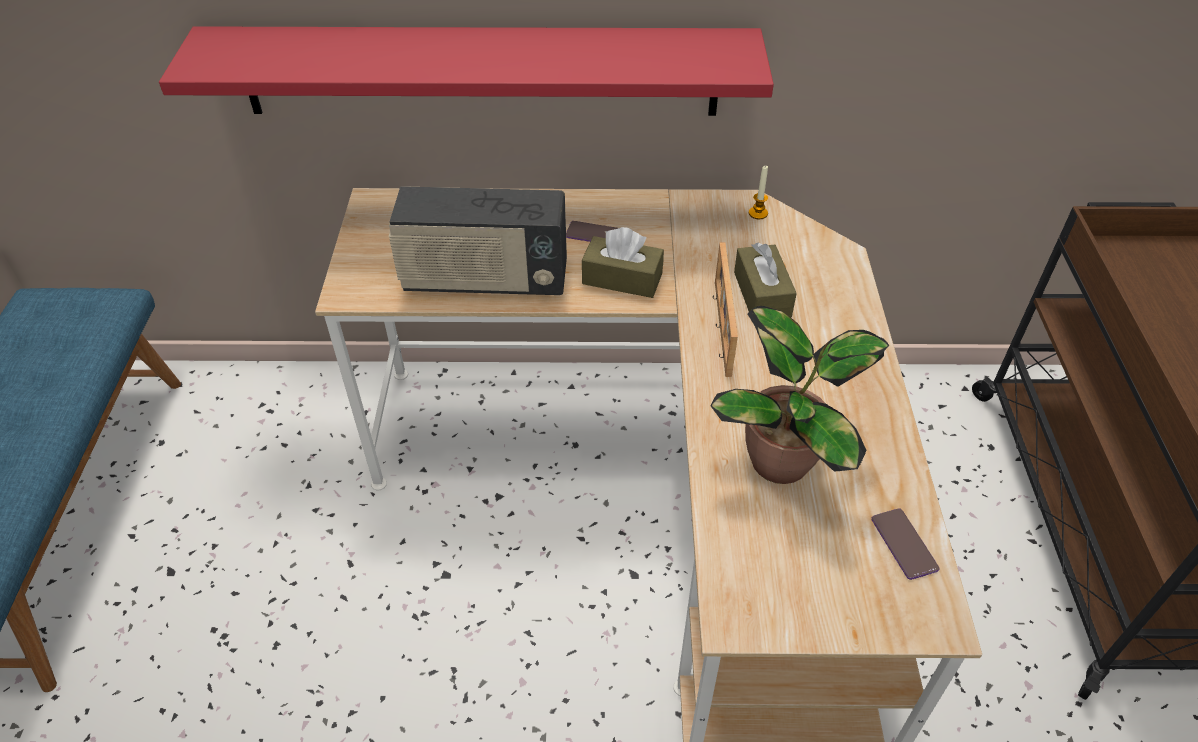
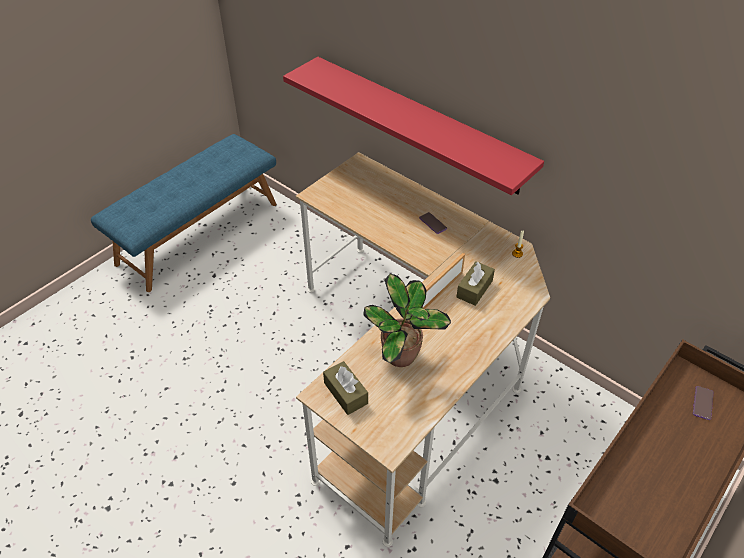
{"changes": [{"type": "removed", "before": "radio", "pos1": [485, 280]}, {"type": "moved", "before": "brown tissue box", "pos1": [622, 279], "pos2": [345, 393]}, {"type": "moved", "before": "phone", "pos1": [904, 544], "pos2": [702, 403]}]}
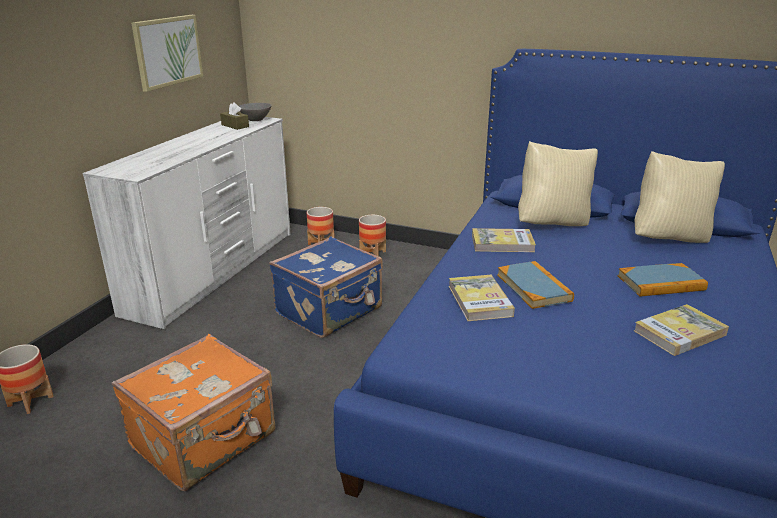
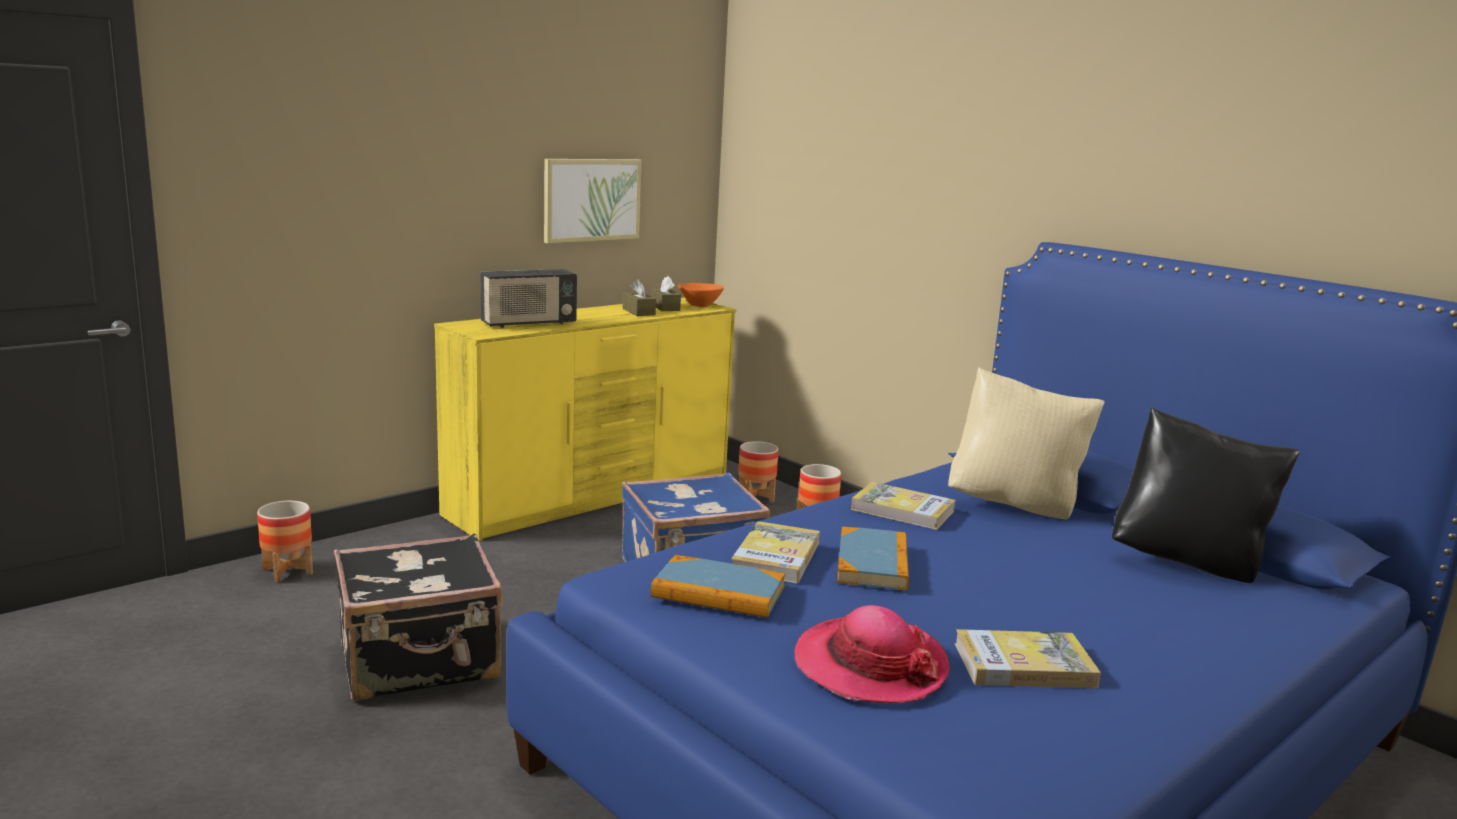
{"changes": [{"type": "recoloured", "before": "grey bowl", "after": "orange bowl", "pos1": [255, 119], "pos2": [699, 305]}, {"type": "recoloured", "before": "white dresser", "after": "yellow dresser", "pos1": [215, 271], "pos2": [594, 496]}, {"type": "recoloured", "before": "beige pillow", "after": "black pillow", "pos1": [669, 238], "pos2": [1189, 564]}, {"type": "moved", "before": "book", "pos1": [661, 283], "pos2": [718, 592]}, {"type": "recoloured", "before": "orange suitcase", "after": "black suitcase", "pos1": [205, 440], "pos2": [420, 662]}, {"type": "added", "after": "radio", "pos2": [528, 324]}, {"type": "added", "after": "brown tissue box", "pos2": [638, 312]}, {"type": "added", "after": "hat", "pos2": [870, 665]}]}
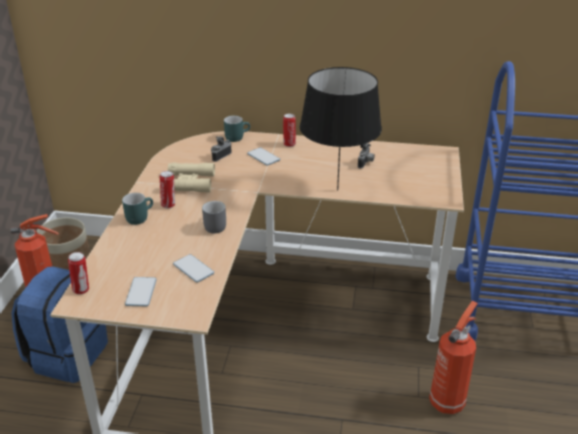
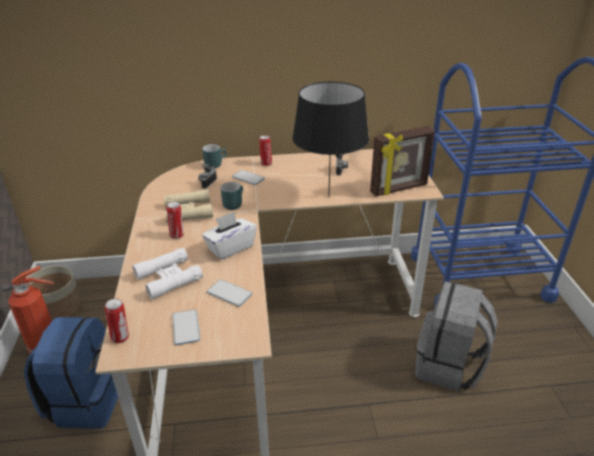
{"changes": [{"type": "moved", "before": "turquoise mug", "pos1": [139, 217], "pos2": [233, 203]}, {"type": "replaced", "before": "grey mug", "after": "white tissue box", "pos1": [214, 225], "pos2": [230, 248]}, {"type": "replaced", "before": "fire extinguisher", "after": "grey backpack", "pos1": [447, 401], "pos2": [449, 366]}, {"type": "added", "after": "picture frame", "pos2": [399, 189]}, {"type": "added", "after": "white binoculars", "pos2": [168, 278]}]}
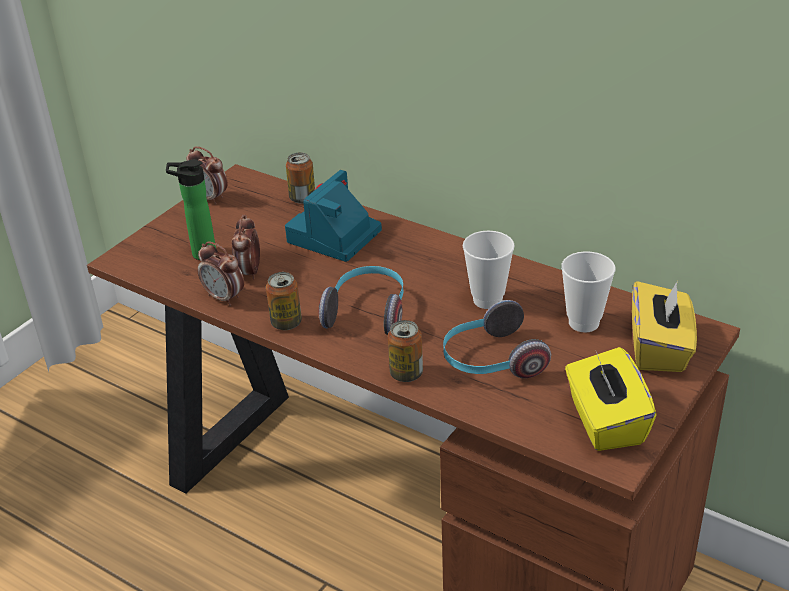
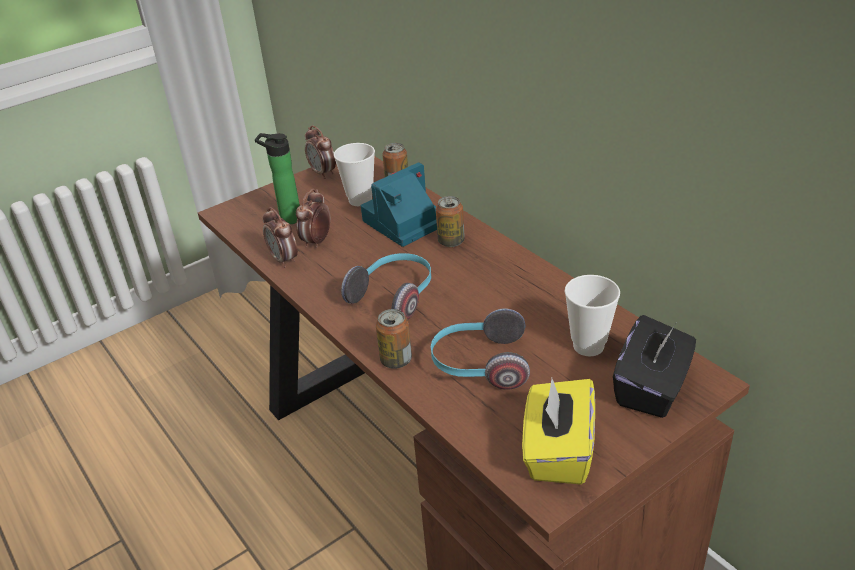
{"changes": [{"type": "moved", "before": "cup", "pos1": [487, 300], "pos2": [360, 200]}, {"type": "moved", "before": "can", "pos1": [286, 323], "pos2": [451, 241]}, {"type": "recoloured", "before": "yellow tissue box", "after": "black tissue box", "pos1": [659, 348], "pos2": [652, 388]}]}
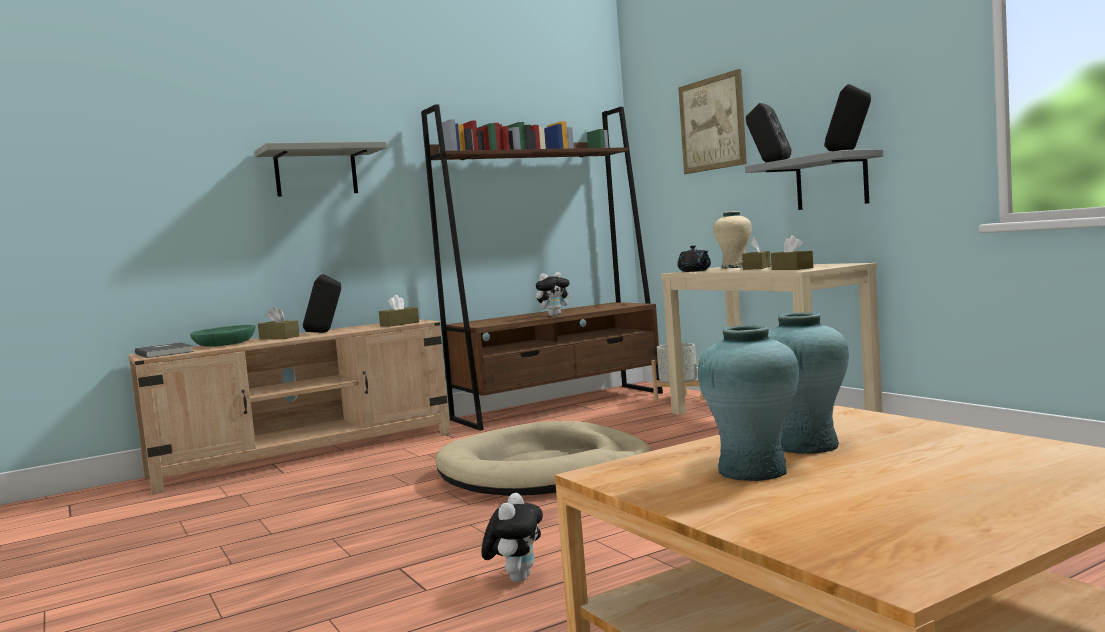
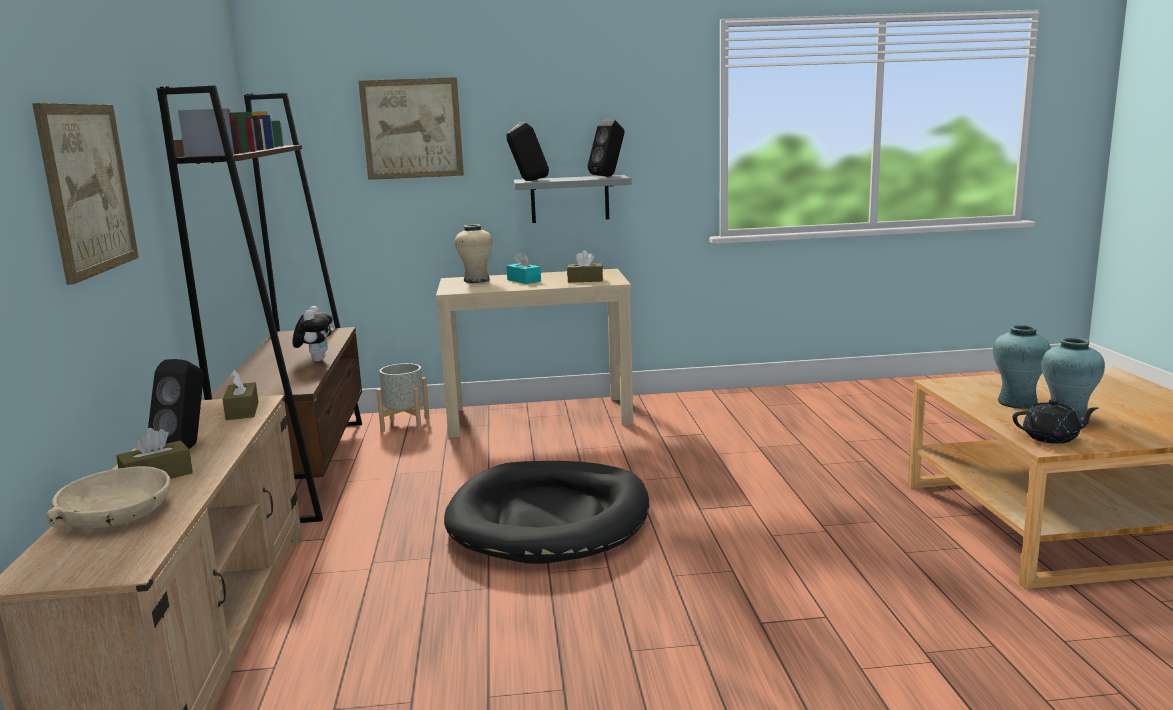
{"changes": [{"type": "replaced", "before": "grey shelf", "after": "picture", "pos1": [316, 172], "pos2": [88, 189]}, {"type": "recoloured", "before": "brown tissue box", "after": "turquoise tissue box", "pos1": [757, 268], "pos2": [524, 280]}, {"type": "moved", "before": "black teapot", "pos1": [694, 271], "pos2": [1051, 438]}, {"type": "recoloured", "before": "green bowl", "after": "beige bowl", "pos1": [223, 344], "pos2": [116, 514]}, {"type": "removed", "before": "grey book", "pos1": [165, 352]}, {"type": "recoloured", "before": "beige dog bed", "after": "black dog bed", "pos1": [544, 470], "pos2": [549, 518]}, {"type": "removed", "before": "plush toy", "pos1": [516, 578]}]}
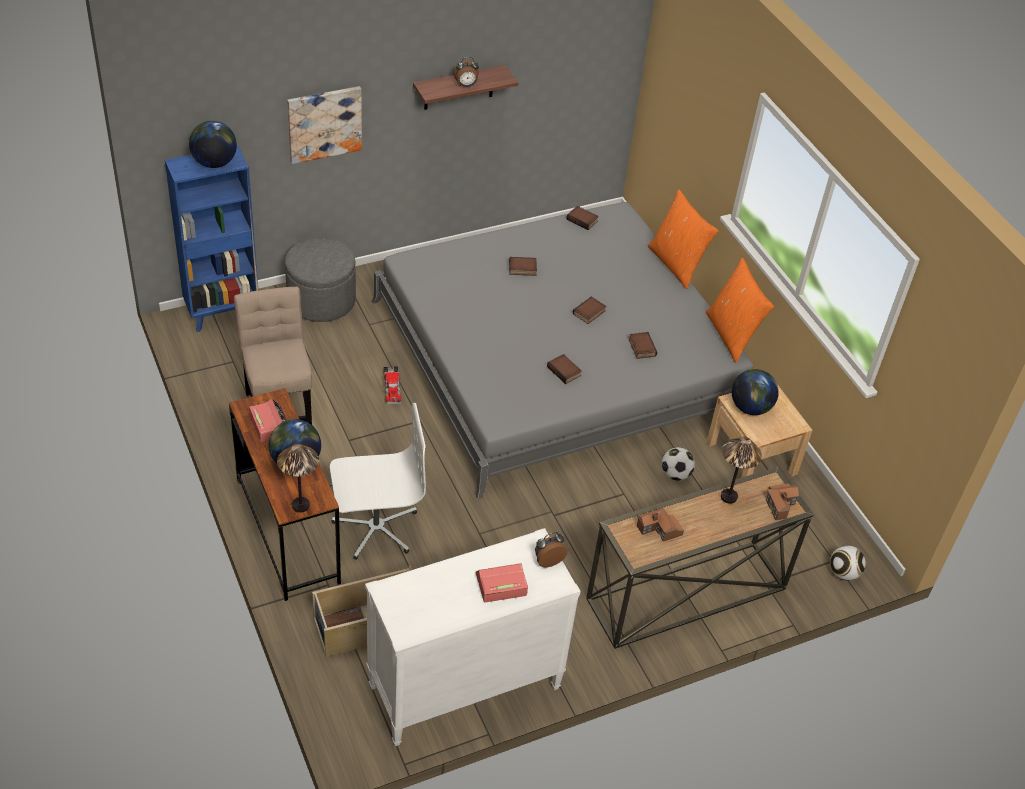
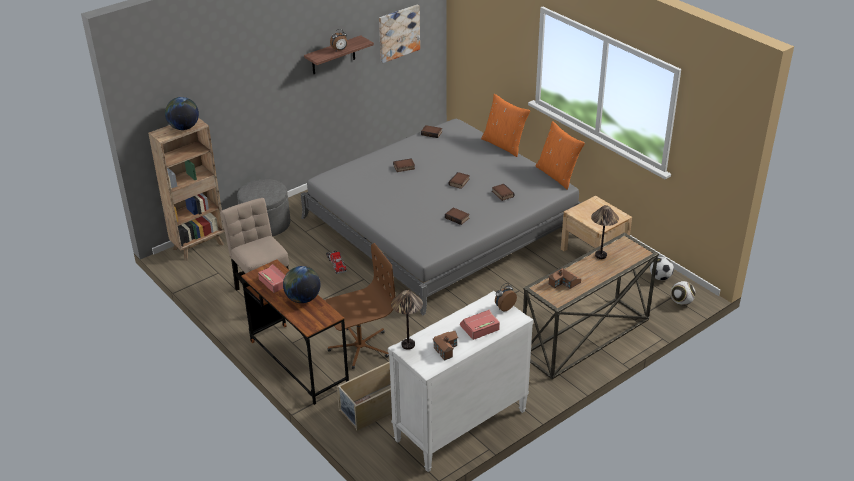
{"changes": [{"type": "moved", "before": "picture", "pos1": [324, 123], "pos2": [398, 33]}, {"type": "recoloured", "before": "blue bookcase", "after": "brown bookcase", "pos1": [223, 313], "pos2": [199, 246]}, {"type": "removed", "before": "globe", "pos1": [750, 407]}, {"type": "recoloured", "before": "white office chair", "after": "brown office chair", "pos1": [375, 527], "pos2": [359, 347]}, {"type": "moved", "before": "table lamp", "pos1": [300, 505], "pos2": [407, 345]}, {"type": "moved", "before": "football", "pos1": [675, 474], "pos2": [660, 277]}, {"type": "moved", "before": "toy house", "pos1": [780, 504], "pos2": [445, 348]}]}
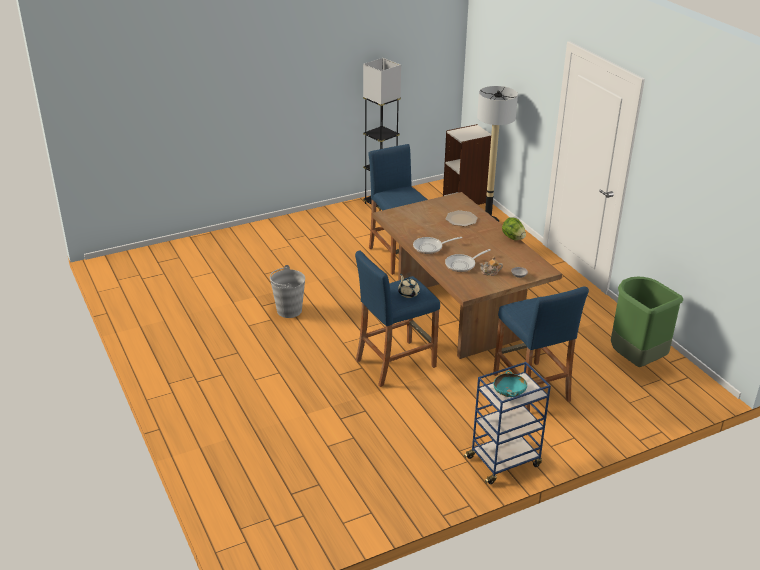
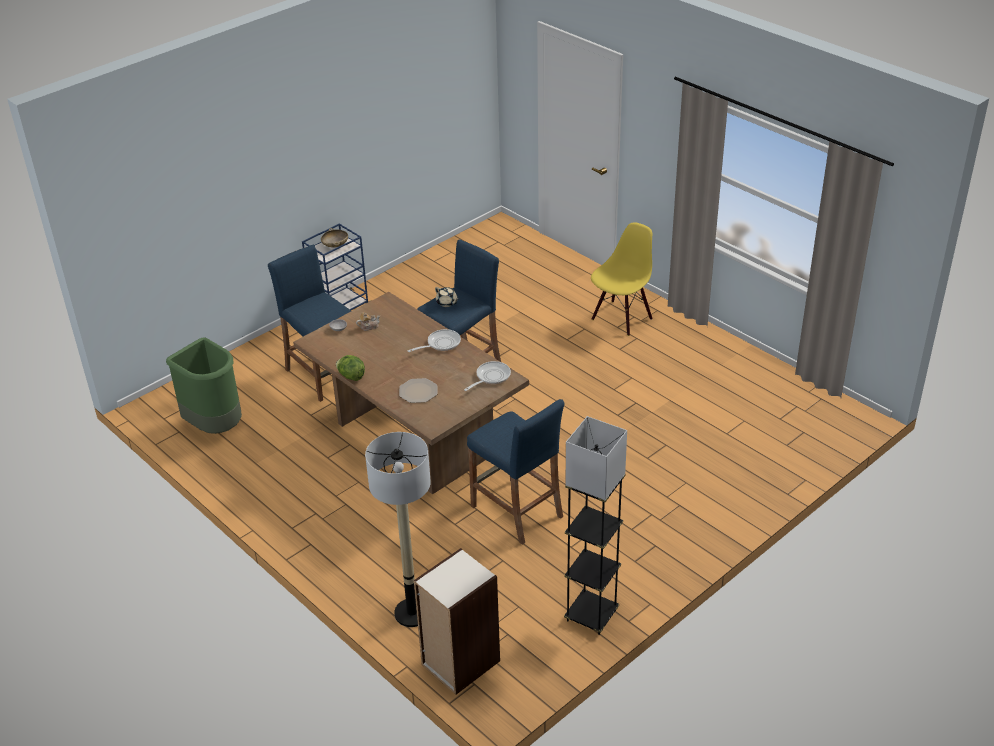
{"changes": [{"type": "moved", "before": "frying pan", "pos1": [462, 265], "pos2": [491, 377]}, {"type": "removed", "before": "grey bucket", "pos1": [289, 310]}, {"type": "recoloured", "before": "turquoise bowl", "after": "beige bowl", "pos1": [509, 393], "pos2": [335, 245]}, {"type": "added", "after": "yellow chair", "pos2": [621, 318]}]}
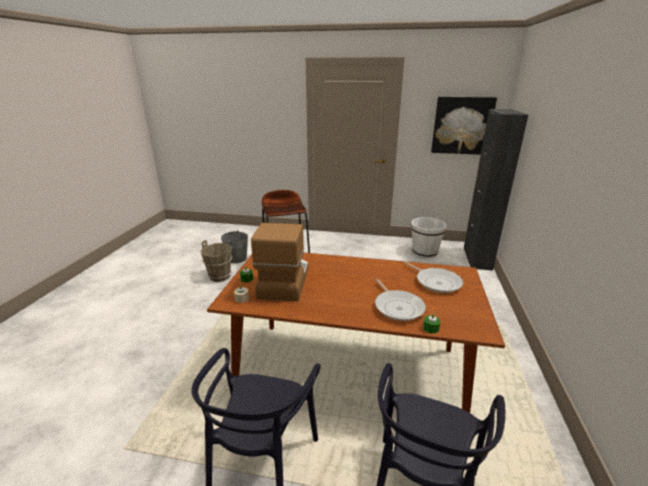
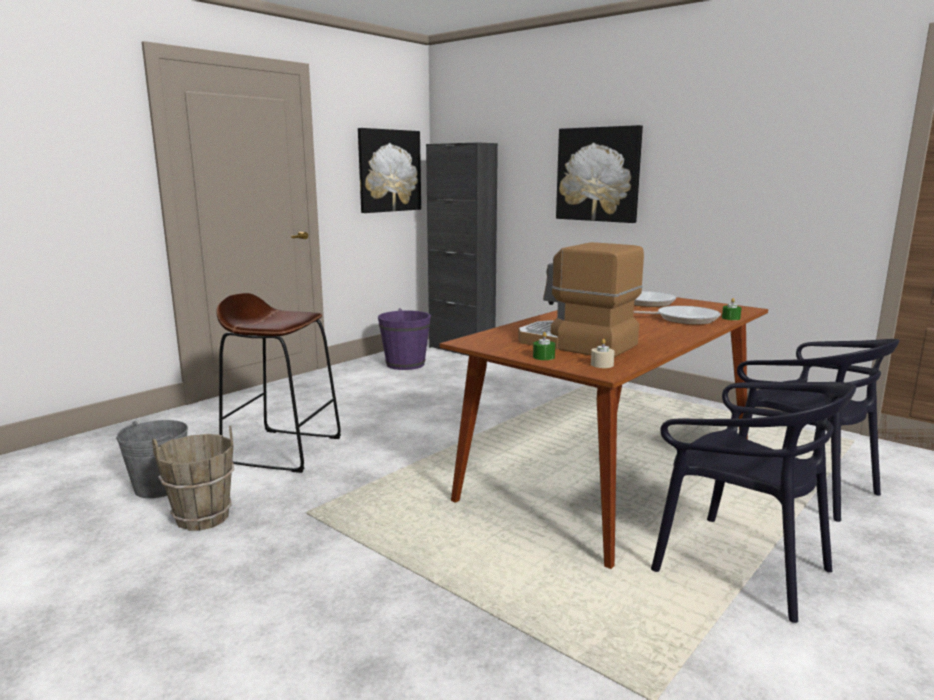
{"changes": [{"type": "recoloured", "before": "white bucket", "after": "purple bucket", "pos1": [424, 252], "pos2": [405, 364]}, {"type": "added", "after": "picture", "pos2": [598, 174]}]}
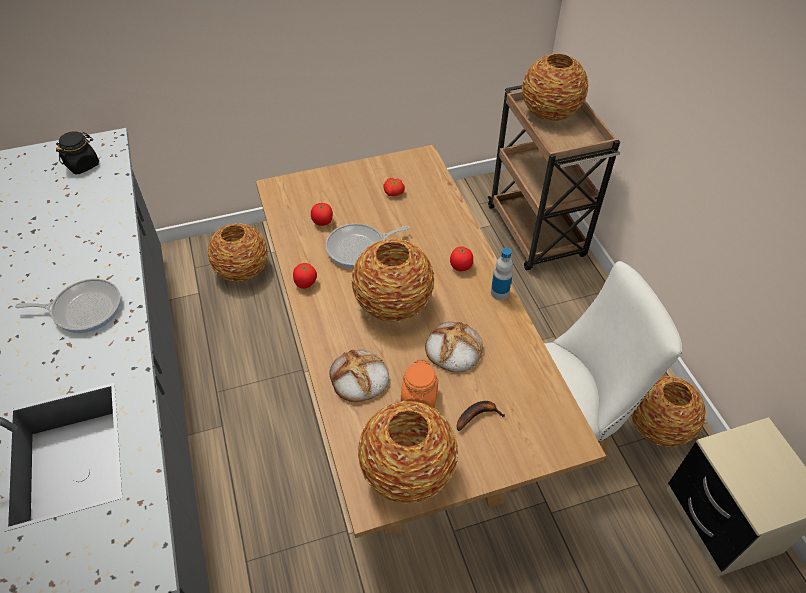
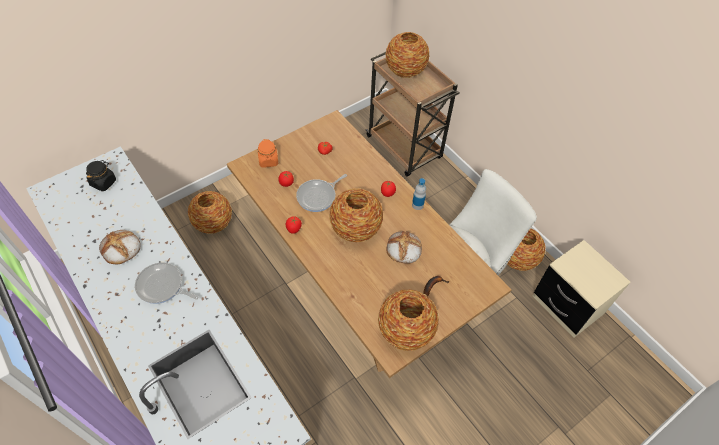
{"changes": [{"type": "turned", "before": "frying pan", "pos1": [84, 309], "pos2": [162, 286], "turn": -135}, {"type": "moved", "before": "bread", "pos1": [359, 378], "pos2": [120, 248]}, {"type": "moved", "before": "orange jar", "pos1": [419, 397], "pos2": [268, 161]}]}
